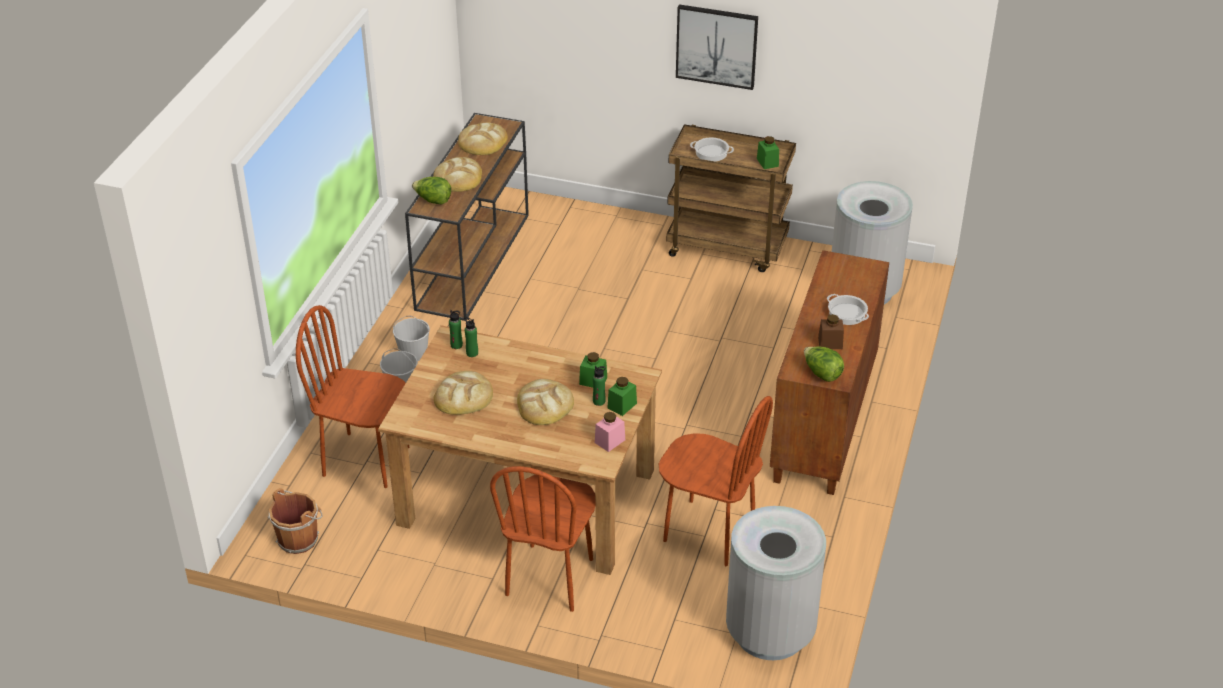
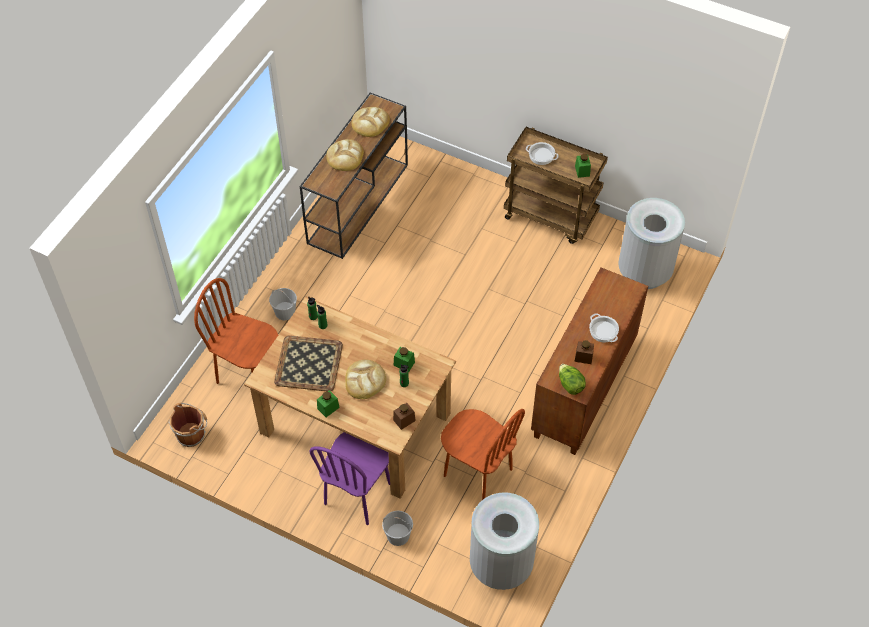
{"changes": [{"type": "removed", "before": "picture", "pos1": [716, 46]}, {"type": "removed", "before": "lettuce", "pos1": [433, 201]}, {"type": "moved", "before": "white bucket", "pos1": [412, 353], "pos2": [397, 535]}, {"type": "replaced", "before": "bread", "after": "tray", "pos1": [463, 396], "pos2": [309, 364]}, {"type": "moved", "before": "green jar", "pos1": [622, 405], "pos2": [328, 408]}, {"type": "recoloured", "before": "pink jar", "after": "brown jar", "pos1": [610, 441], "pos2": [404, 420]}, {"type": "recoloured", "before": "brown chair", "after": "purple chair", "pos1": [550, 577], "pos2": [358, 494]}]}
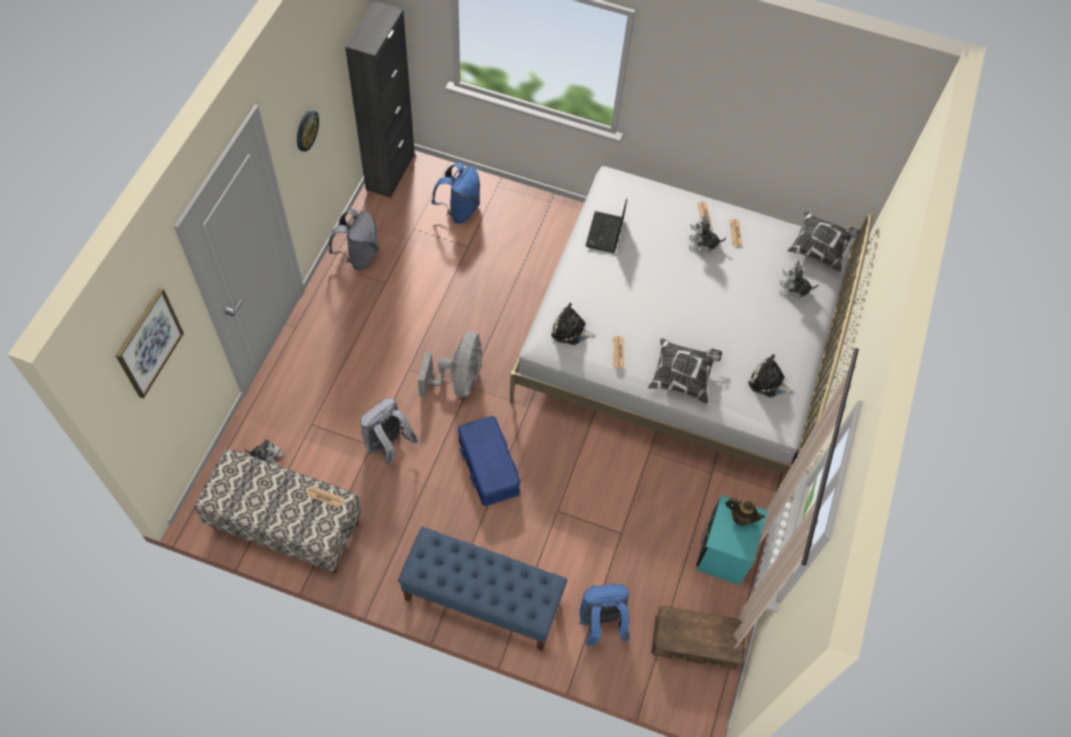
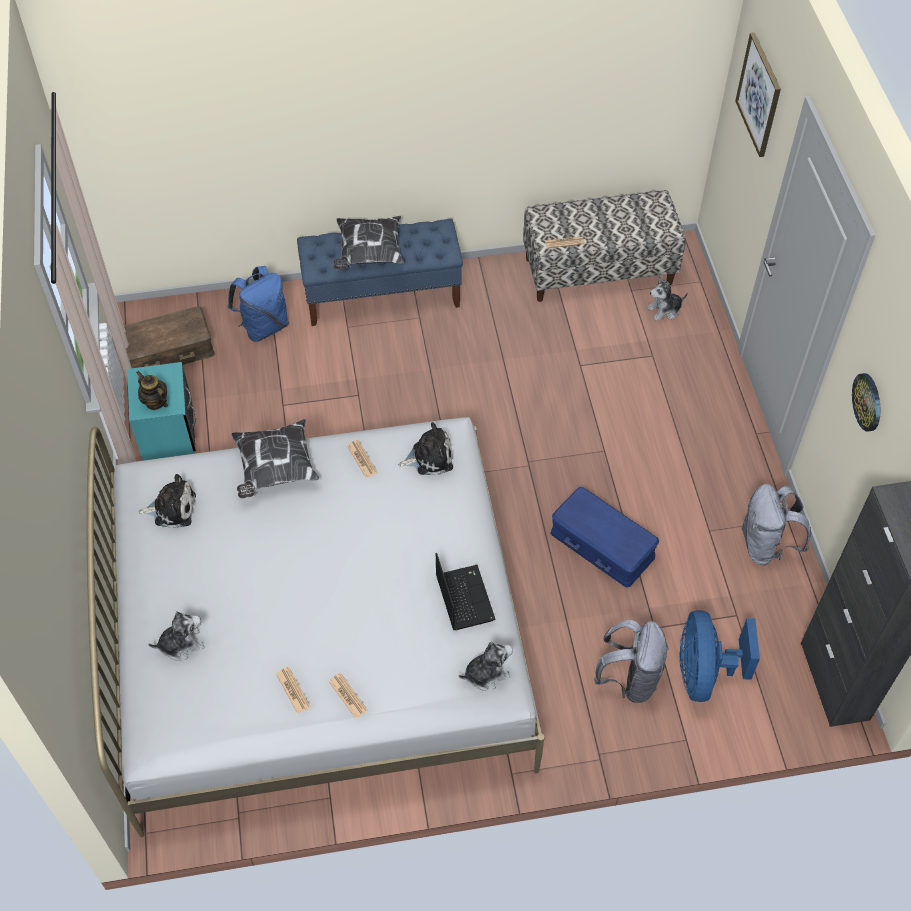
{"changes": [{"type": "replaced", "before": "blue backpack", "after": "blue fan", "pos1": [459, 210], "pos2": [704, 673]}, {"type": "moved", "before": "pillow", "pos1": [820, 249], "pos2": [368, 253]}, {"type": "moved", "before": "plush toy", "pos1": [703, 244], "pos2": [486, 673]}, {"type": "removed", "before": "grey fan", "pos1": [458, 380]}, {"type": "moved", "before": "grey backpack", "pos1": [387, 445], "pos2": [630, 679]}, {"type": "moved", "before": "blue storage box", "pos1": [489, 465], "pos2": [601, 545]}, {"type": "turned", "before": "teapot", "pos1": [741, 517], "pos2": [155, 402], "turn": 45}]}
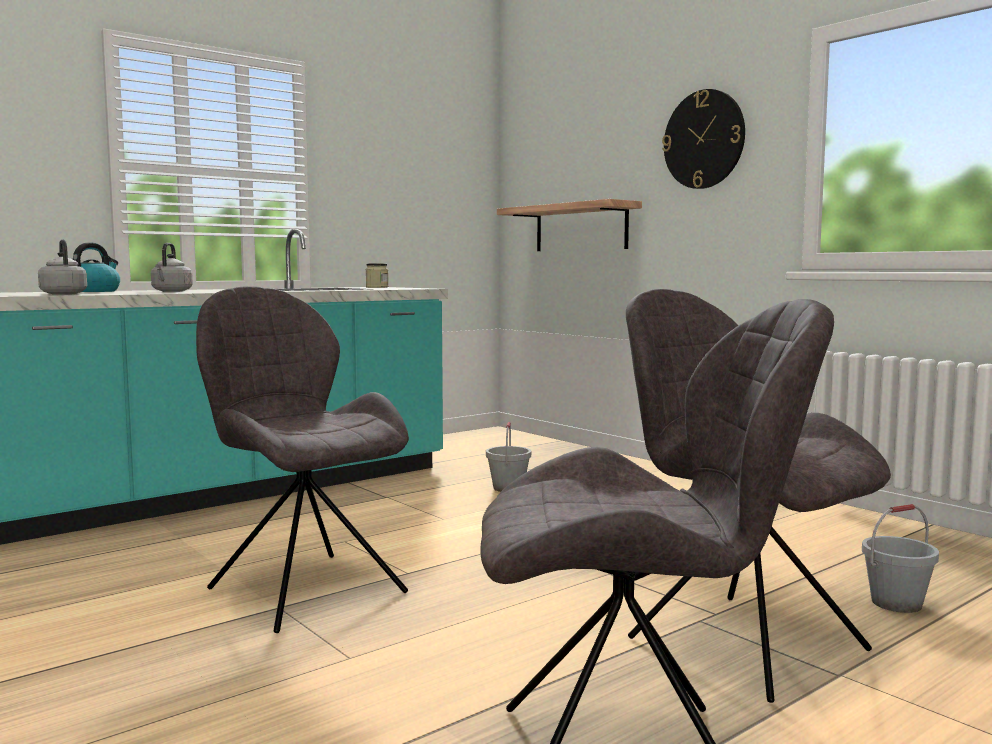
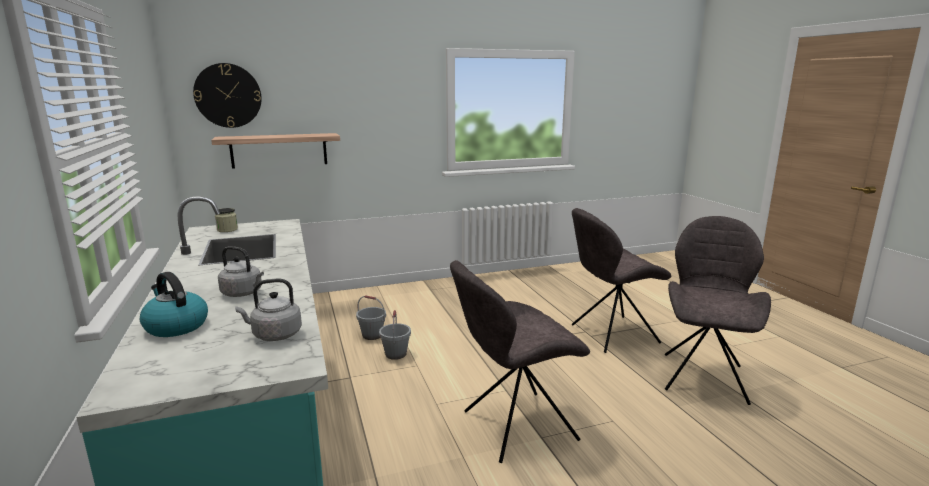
{"changes": [{"type": "moved", "before": "wall clock", "pos1": [704, 139], "pos2": [228, 95]}, {"type": "moved", "before": "grey bucket", "pos1": [896, 603], "pos2": [396, 354]}]}
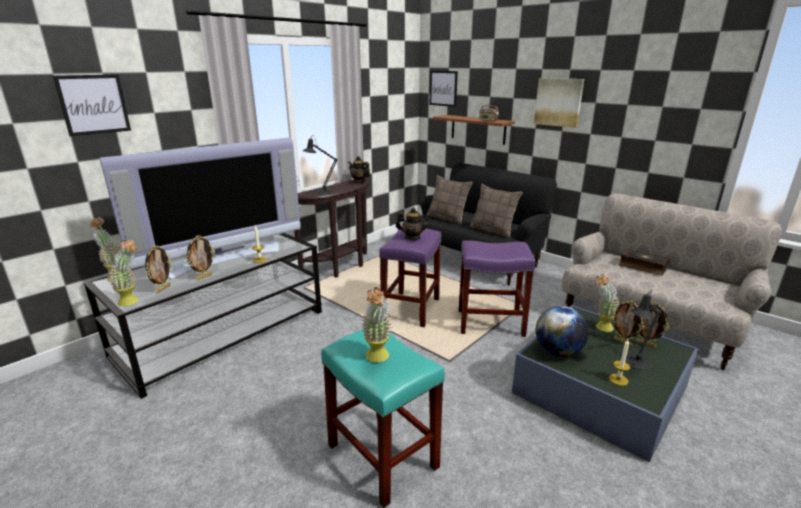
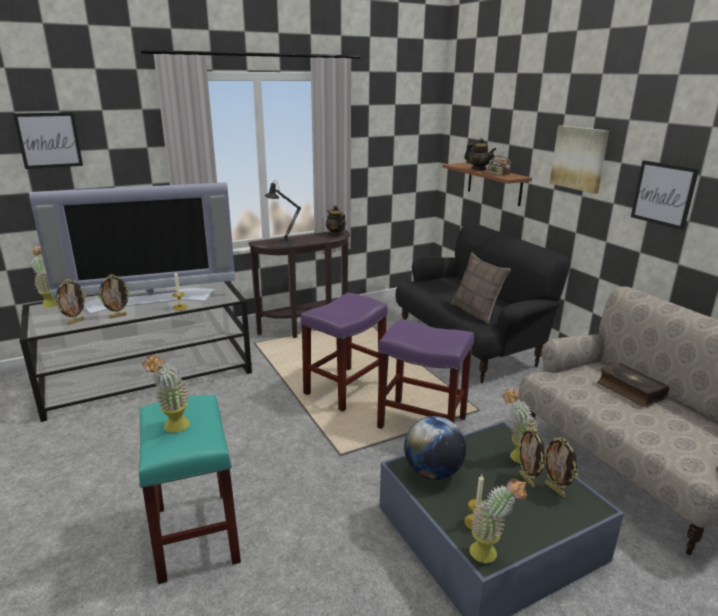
{"changes": [{"type": "moved", "before": "picture", "pos1": [443, 88], "pos2": [663, 194]}, {"type": "removed", "before": "pillow", "pos1": [447, 218]}, {"type": "moved", "before": "teapot", "pos1": [412, 237], "pos2": [478, 169]}, {"type": "moved", "before": "potted plant", "pos1": [133, 301], "pos2": [490, 554]}, {"type": "removed", "before": "black table lamp", "pos1": [635, 363]}]}
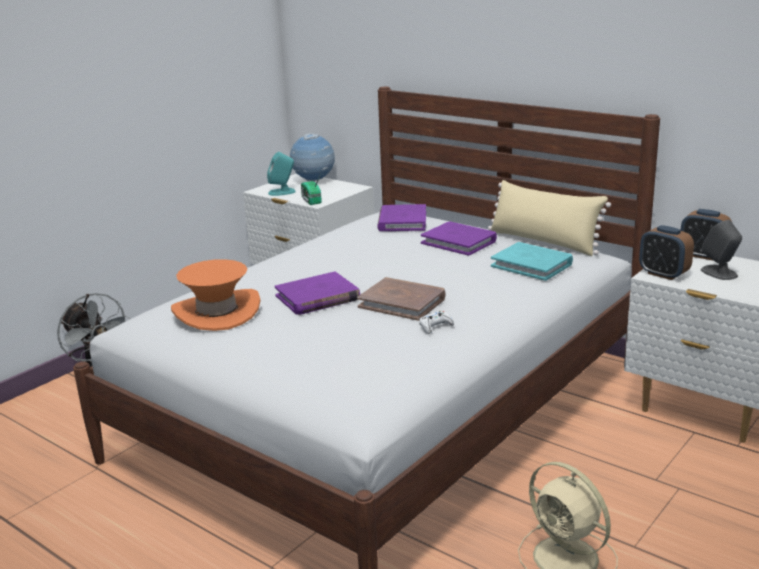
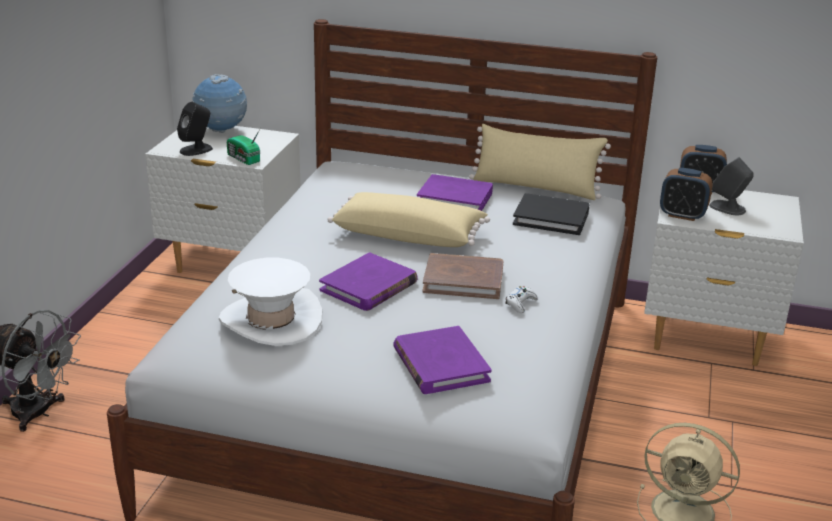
{"changes": [{"type": "recoloured", "before": "turquoise speaker", "after": "black speaker", "pos1": [282, 192], "pos2": [196, 150]}, {"type": "moved", "before": "purple book", "pos1": [402, 221], "pos2": [440, 364]}, {"type": "recoloured", "before": "turquoise book", "after": "black book", "pos1": [532, 265], "pos2": [551, 218]}, {"type": "recoloured", "before": "orange hat", "after": "white hat", "pos1": [217, 312], "pos2": [271, 320]}, {"type": "added", "after": "beige pillow", "pos2": [409, 235]}]}
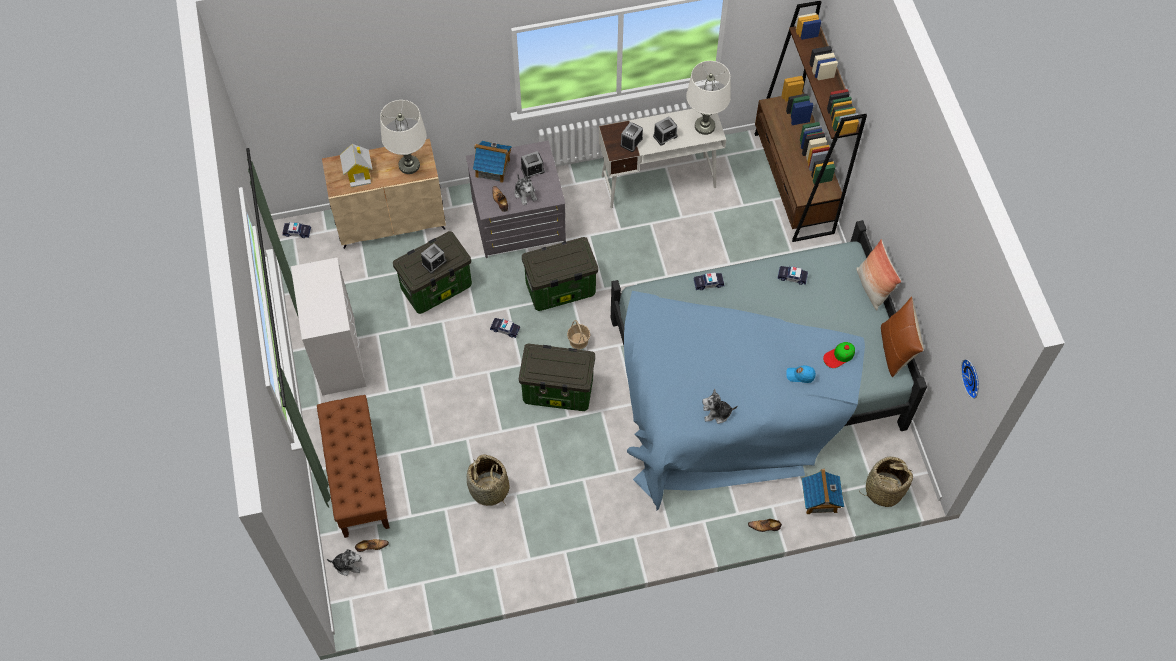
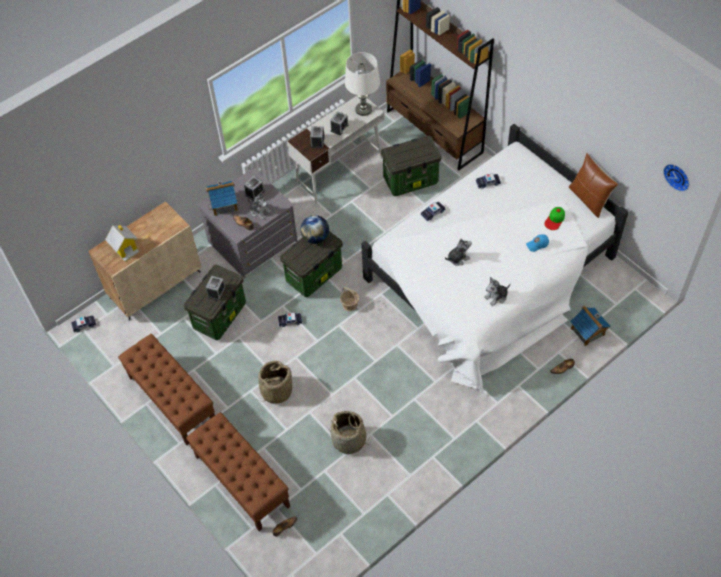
{"changes": [{"type": "removed", "before": "white table lamp", "pos1": [409, 165]}, {"type": "recoloured", "before": "blue bed", "after": "white bed", "pos1": [751, 382], "pos2": [490, 275]}, {"type": "removed", "before": "pillow", "pos1": [872, 288]}, {"type": "replaced", "before": "white dresser", "after": "brown bench", "pos1": [338, 355], "pos2": [172, 399]}, {"type": "moved", "before": "storage box", "pos1": [559, 391], "pos2": [411, 180]}, {"type": "moved", "before": "basket", "pos1": [883, 490], "pos2": [276, 390]}, {"type": "moved", "before": "plush toy", "pos1": [348, 564], "pos2": [458, 258]}, {"type": "added", "after": "globe", "pos2": [315, 238]}]}
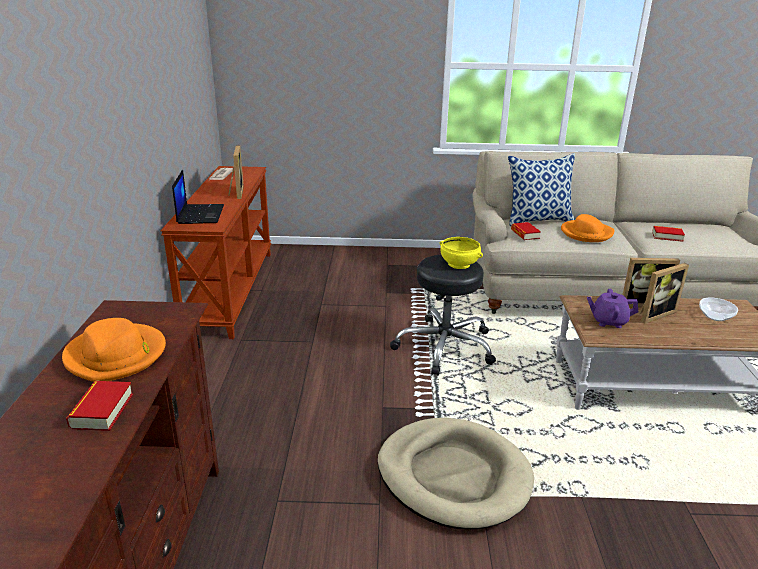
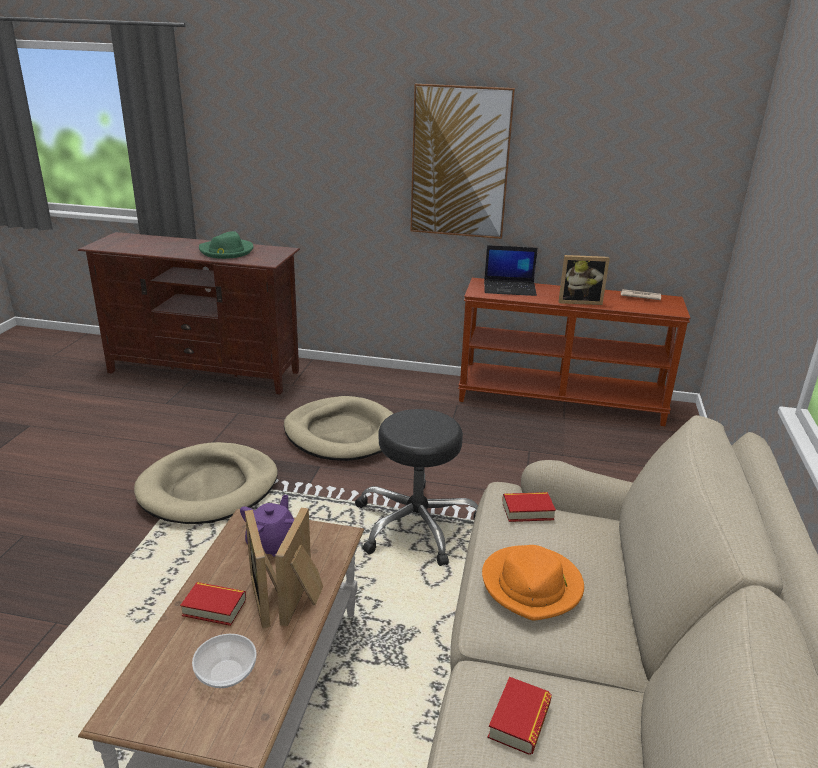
{"changes": [{"type": "removed", "before": "pillow", "pos1": [538, 220]}, {"type": "removed", "before": "yellow bowl", "pos1": [459, 264]}, {"type": "recoloured", "before": "orange hat", "after": "green hat", "pos1": [116, 356], "pos2": [226, 251]}, {"type": "moved", "before": "book", "pos1": [102, 411], "pos2": [214, 607]}, {"type": "added", "after": "picture", "pos2": [460, 163]}, {"type": "added", "after": "beige dog bed", "pos2": [342, 433]}]}
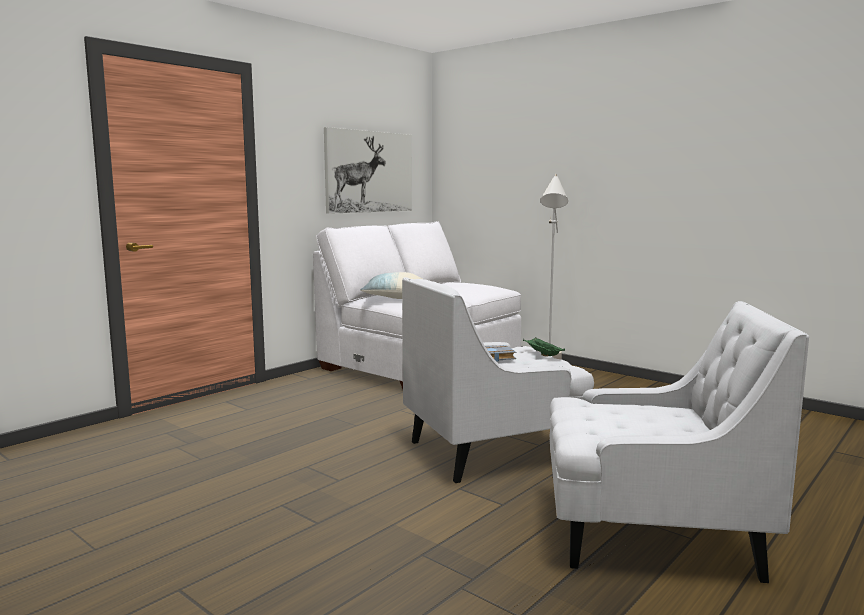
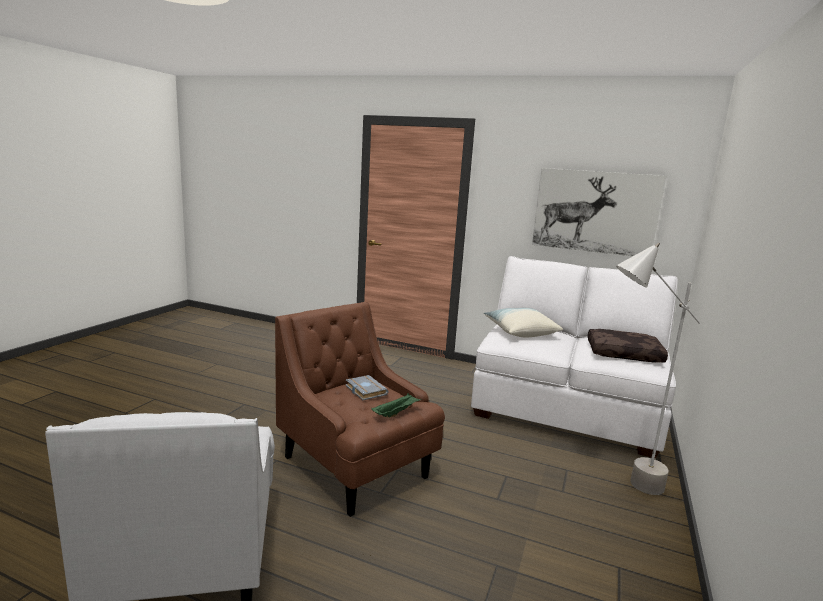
{"changes": [{"type": "recoloured", "before": "white armchair", "after": "brown armchair", "pos1": [493, 450], "pos2": [356, 468]}, {"type": "added", "after": "brown pillow", "pos2": [624, 353]}]}
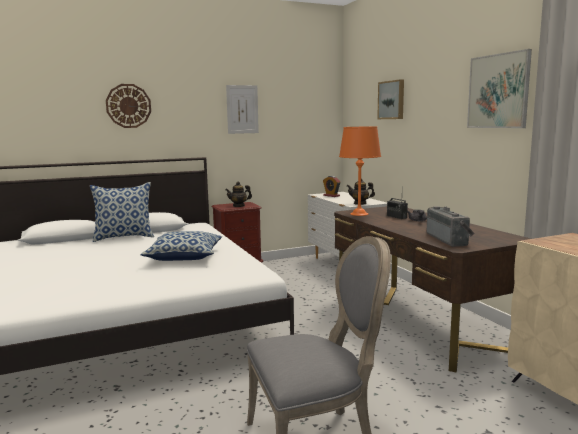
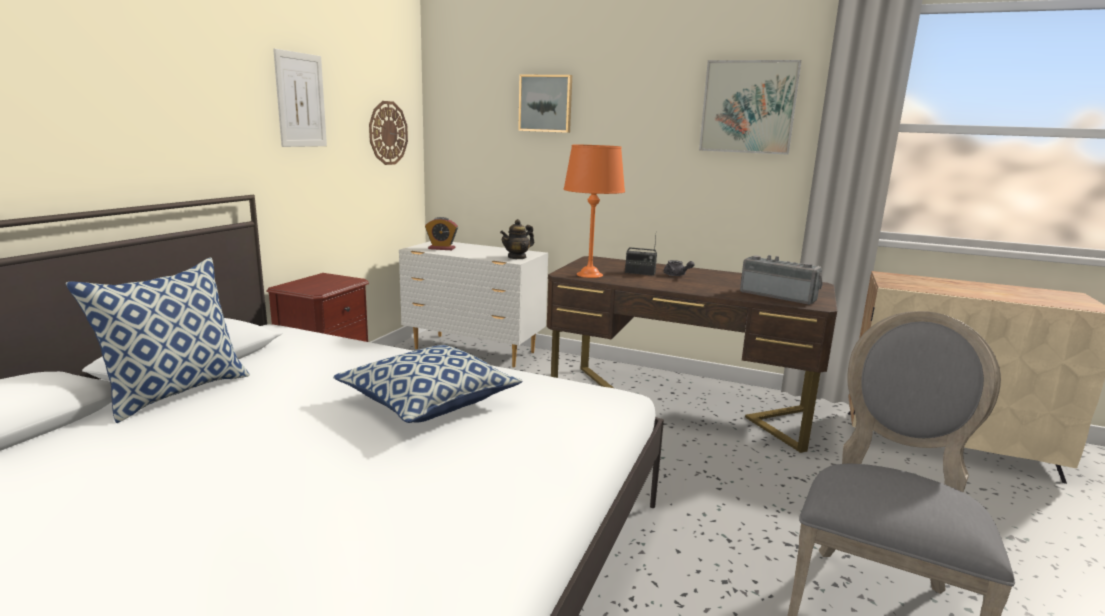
{"changes": [{"type": "moved", "before": "wall clock", "pos1": [128, 106], "pos2": [388, 133]}, {"type": "removed", "before": "teapot", "pos1": [239, 206]}]}
